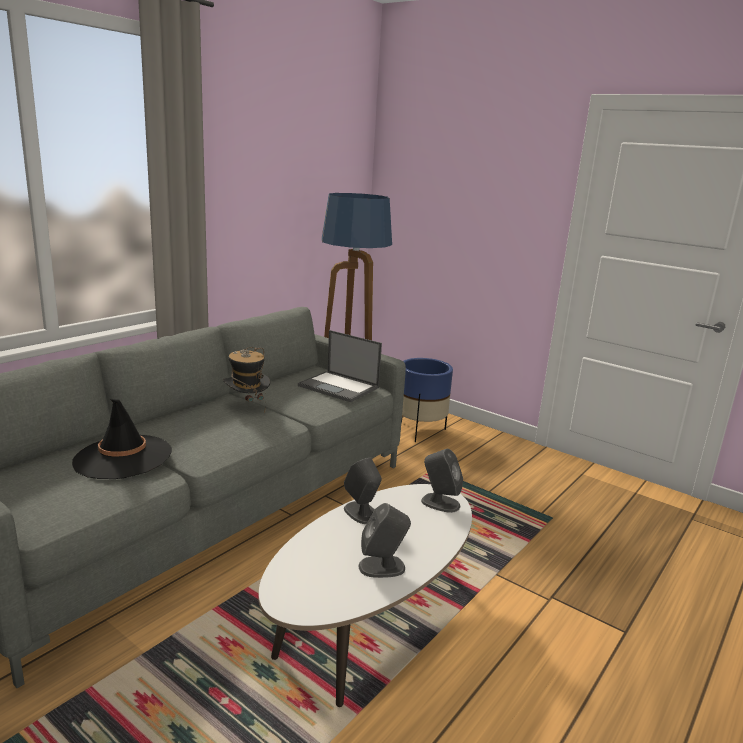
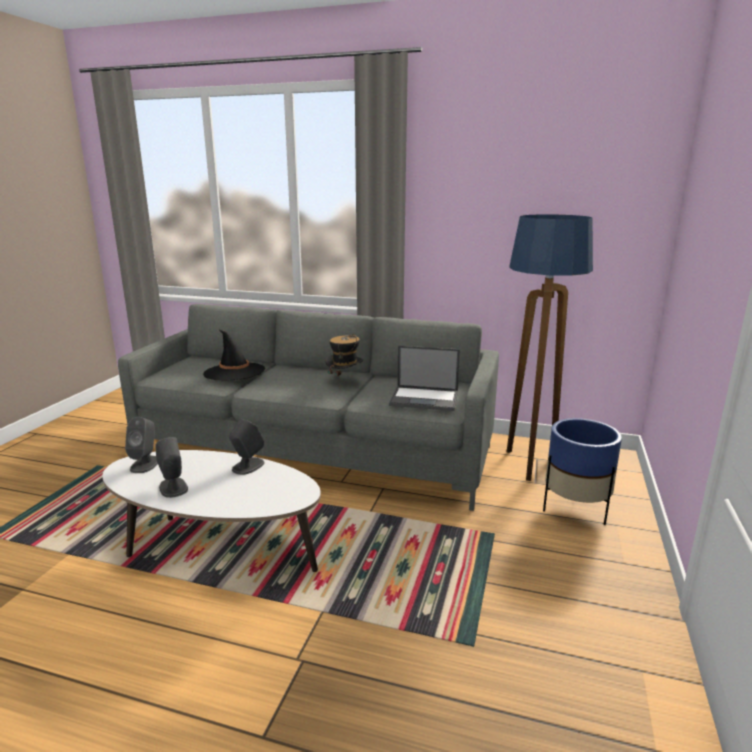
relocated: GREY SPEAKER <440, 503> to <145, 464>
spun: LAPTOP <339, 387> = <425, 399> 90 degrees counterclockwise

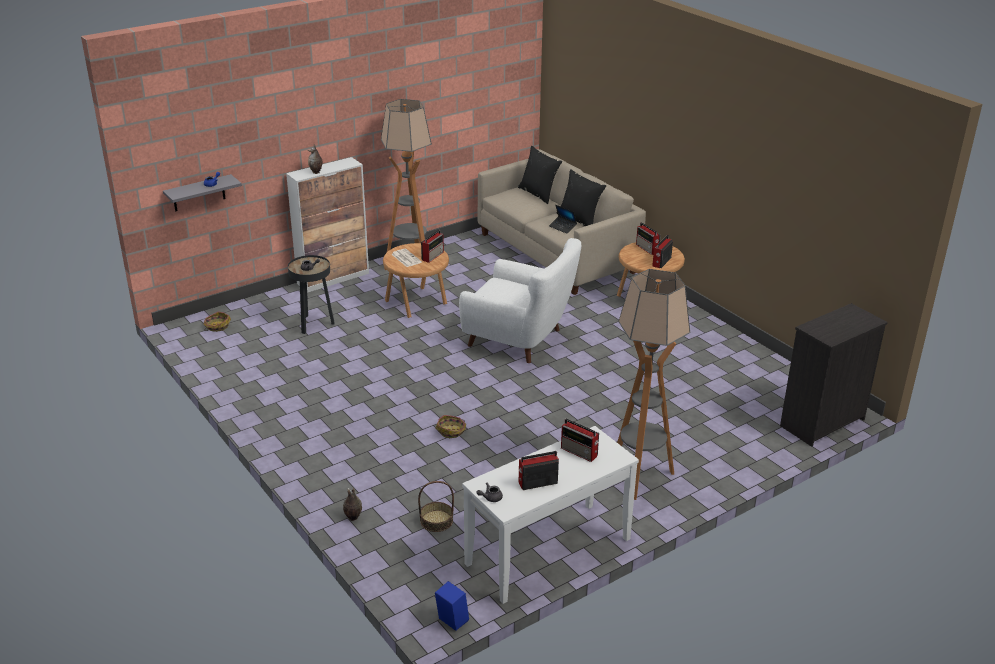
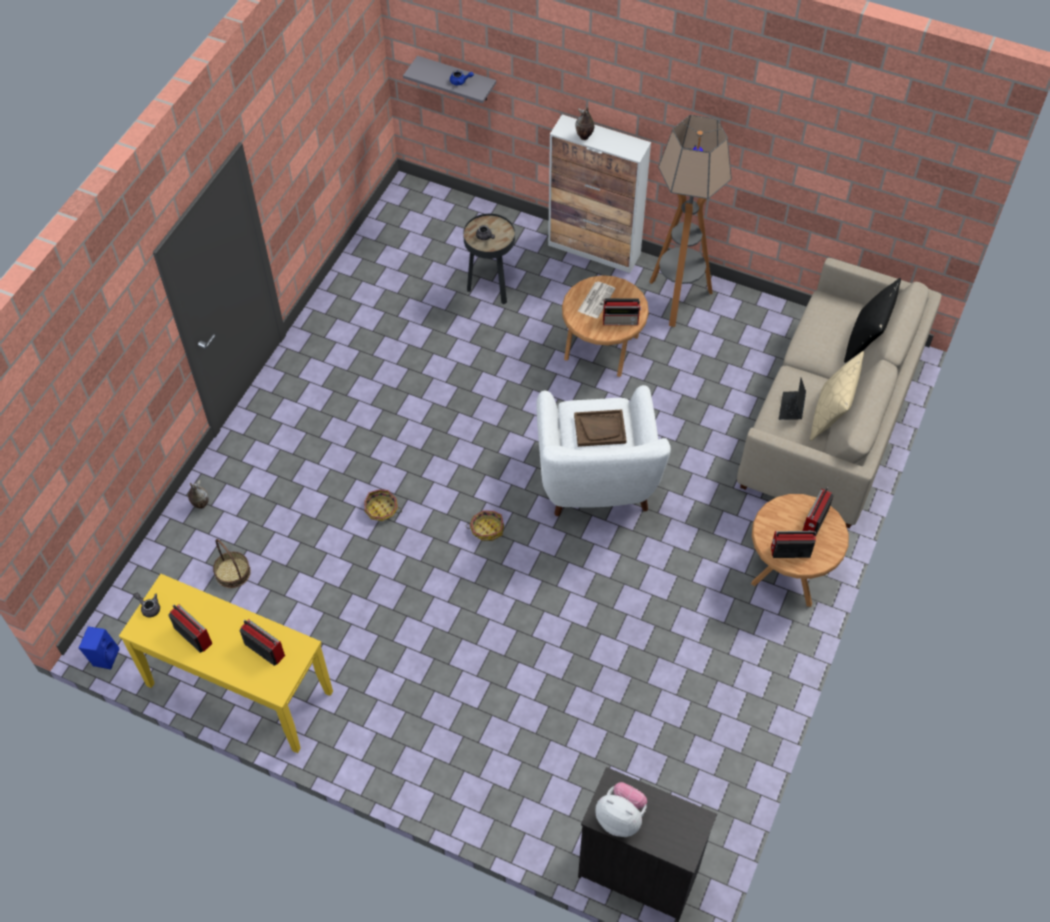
missing: FLOOR LAMP <640, 477>
appeared: BROWN TRAY <600, 429>; PLUSH TOY <620, 817>
relocated: BASKET <217, 326> to <487, 529>
colour: WHITE CONSOLE TABLE <549, 551> to YELLOW CONSOLE TABLE <239, 689>; BLACK PILLOW <579, 219> to BEIGE PILLOW <830, 415>
spun: RADIO <580, 452> = <264, 649> 120 degrees clockwise

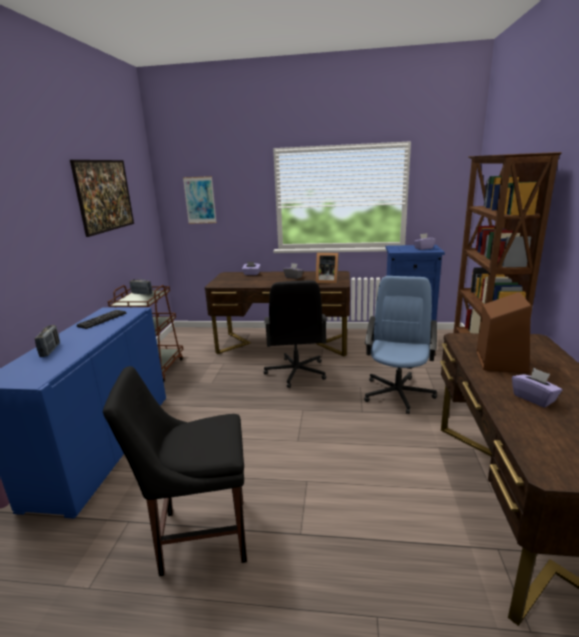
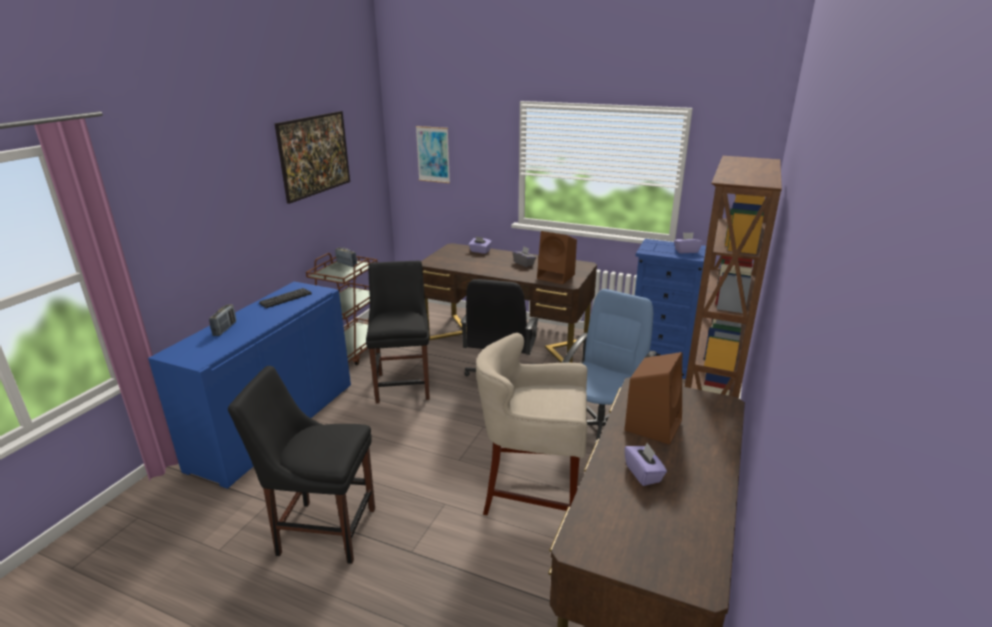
appeared: BLACK CHAIR <403, 384>; BEIGE STOOL <532, 493>
exchanged: PICTURE FRAME <326, 281> to BROWN SPEAKER <557, 276>

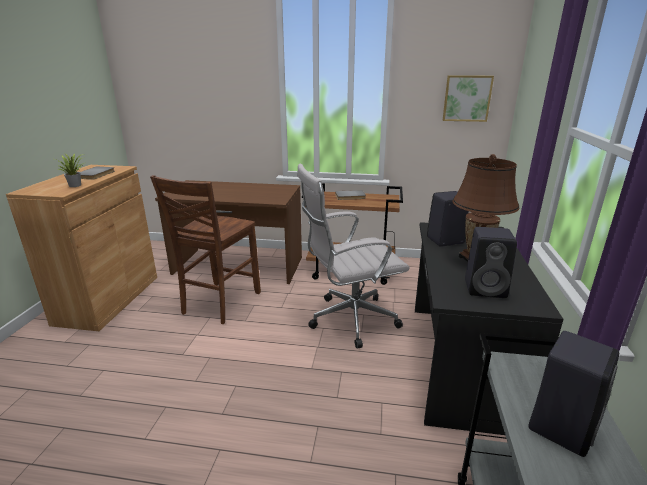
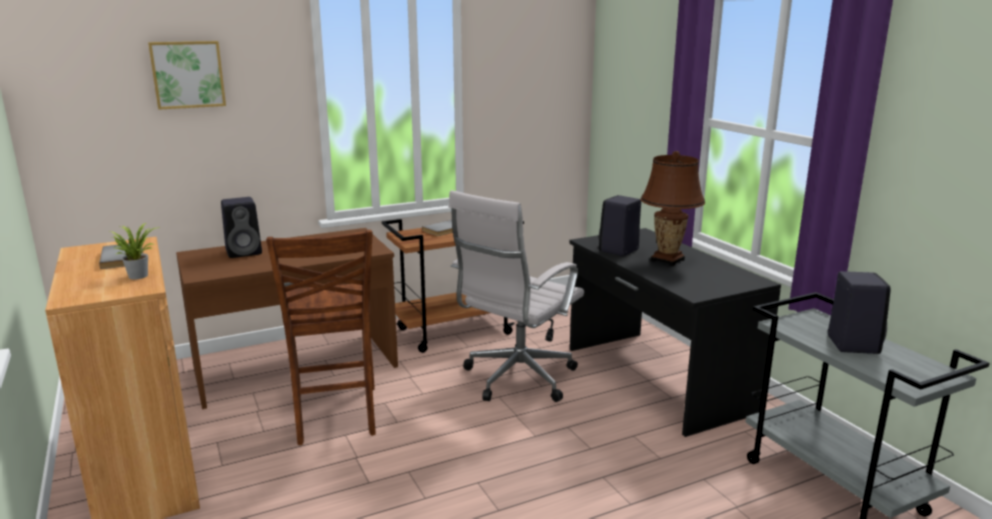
relocated: PICTURE <466, 98> to <187, 74>; BLACK SPEAKER <486, 289> to <245, 252>

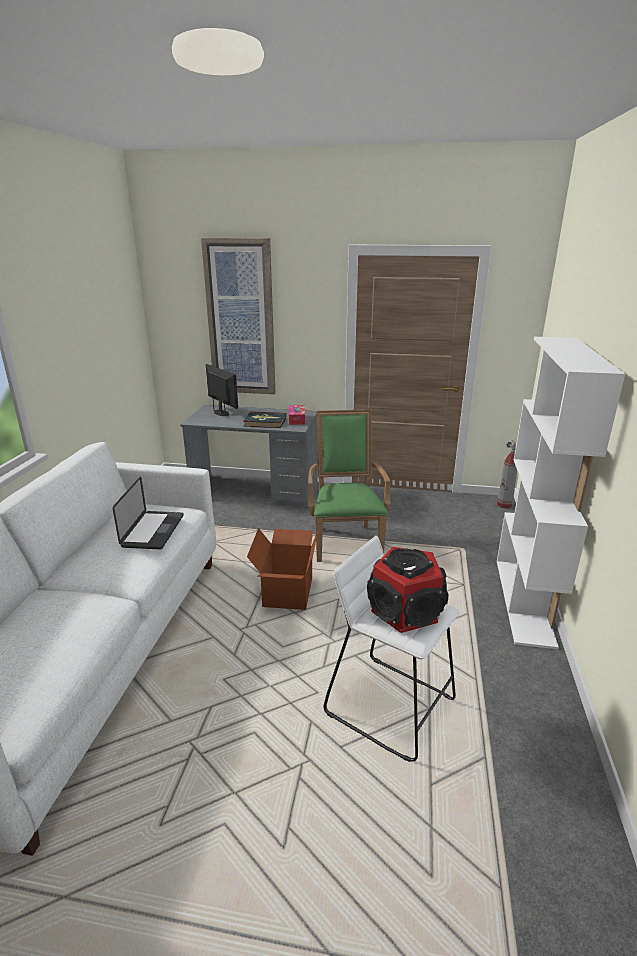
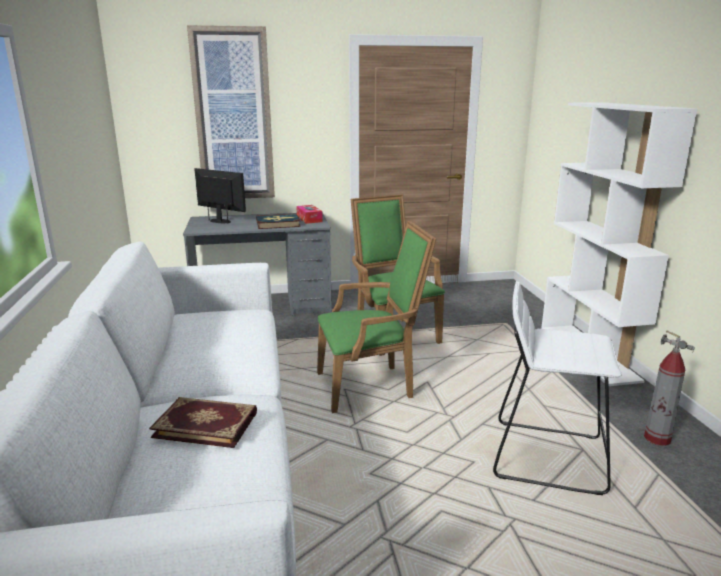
missing: LAPTOP <153, 531>; SPEAKER <406, 611>
appeared: BOOK <206, 424>
relocated: FIRE EXTINGUISHER <504, 505> to <657, 438>
exchanged: CARDBOARD BOX <286, 592> to GREEN ARMCHAIR <370, 386>

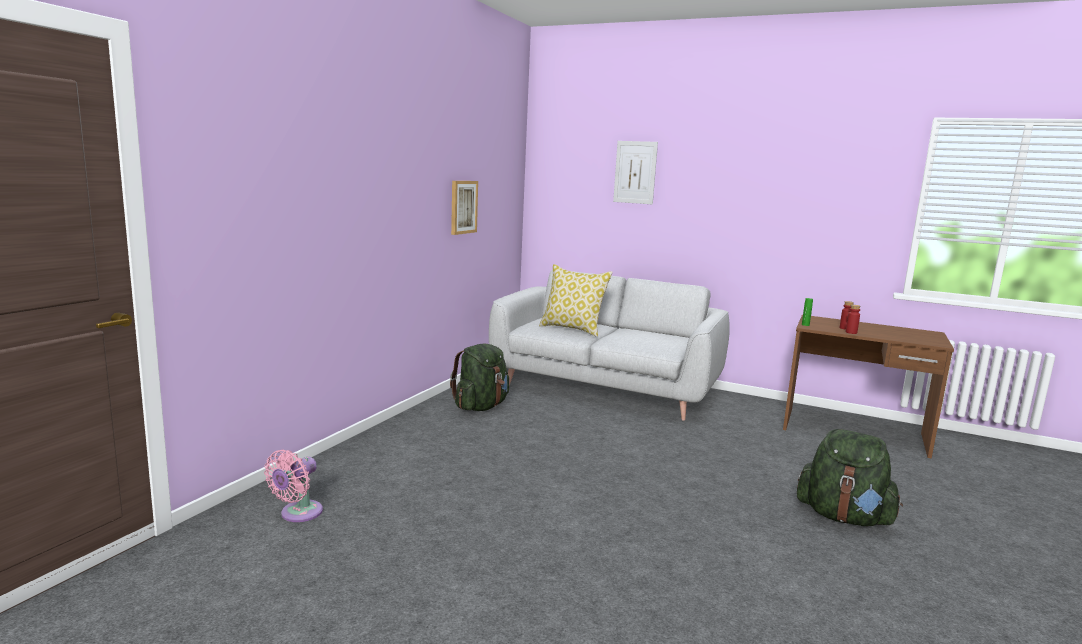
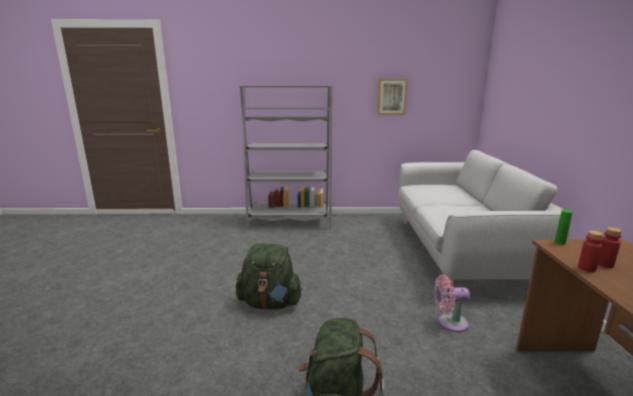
missing: PILLOW <573, 329>; PICTURE <635, 172>
appeared: GREY BOOKCASE <289, 222>
relocated: PINK FAN <298, 514> to <449, 323>; GREEN BACKPACK <481, 407> to <270, 303>

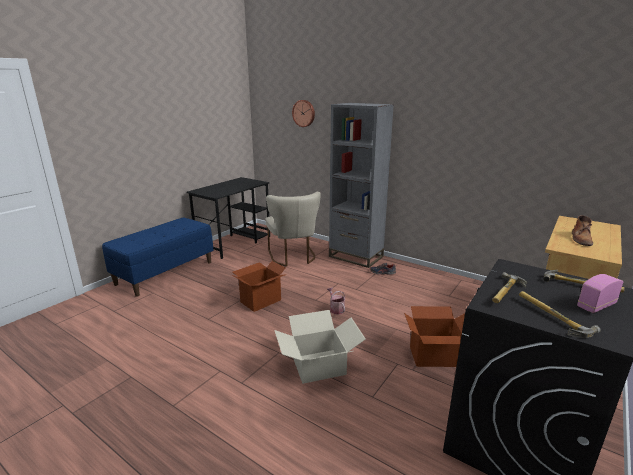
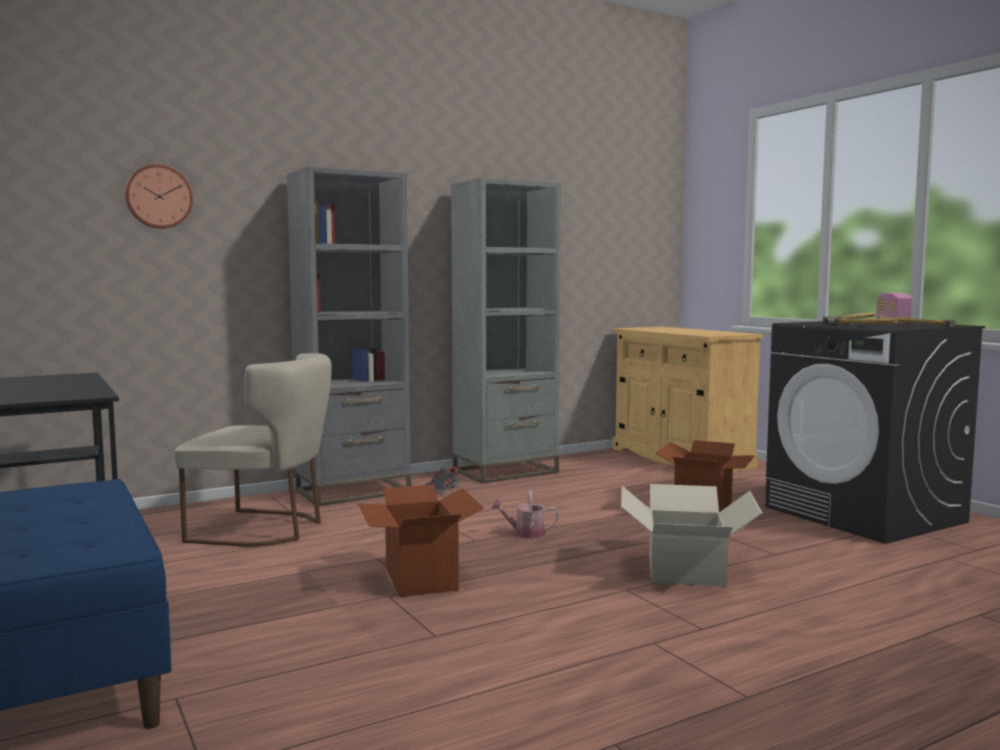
missing: BROWN BOOT <581, 239>
appeared: GREY BOOKCASE <505, 471>

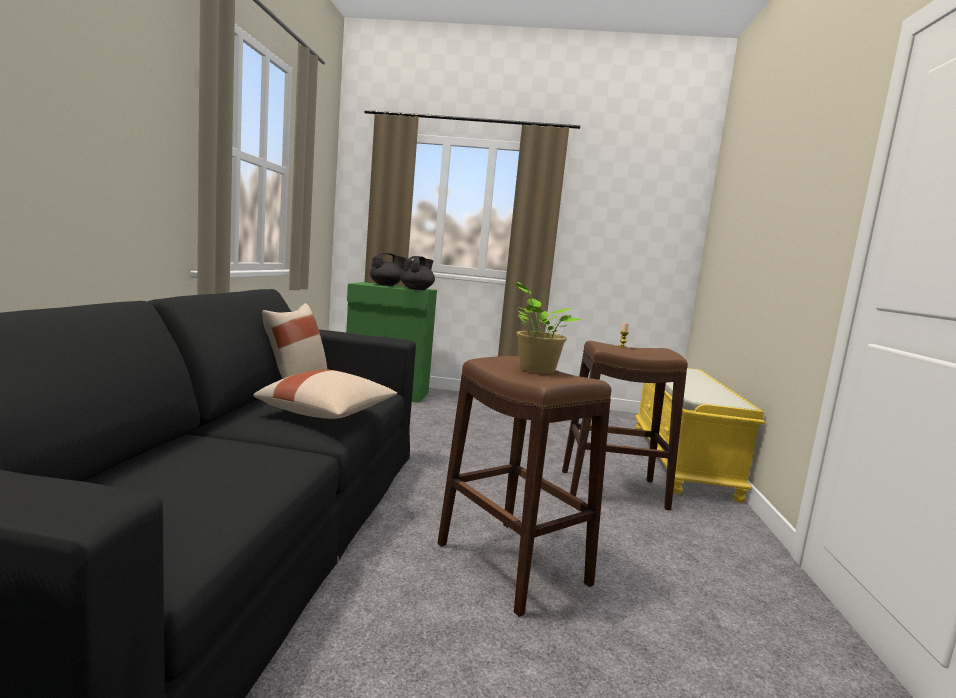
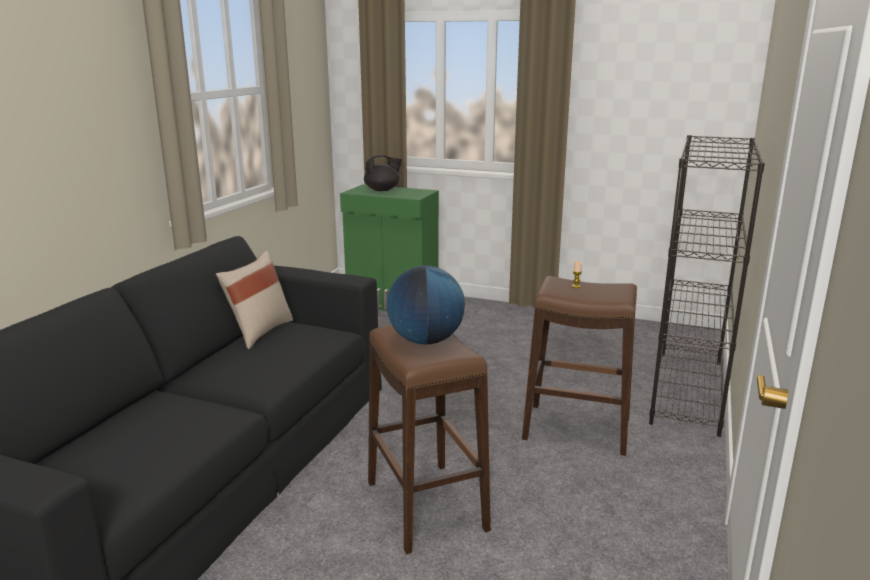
missing: BEIGE PILLOW <328, 414>; BLACK TEAPOT <417, 289>
exchanged: POTTED PLANT <535, 368> to GLOBE <425, 341>; YELLOW BENCH <682, 460> to BLACK BOOKCASE <688, 391>

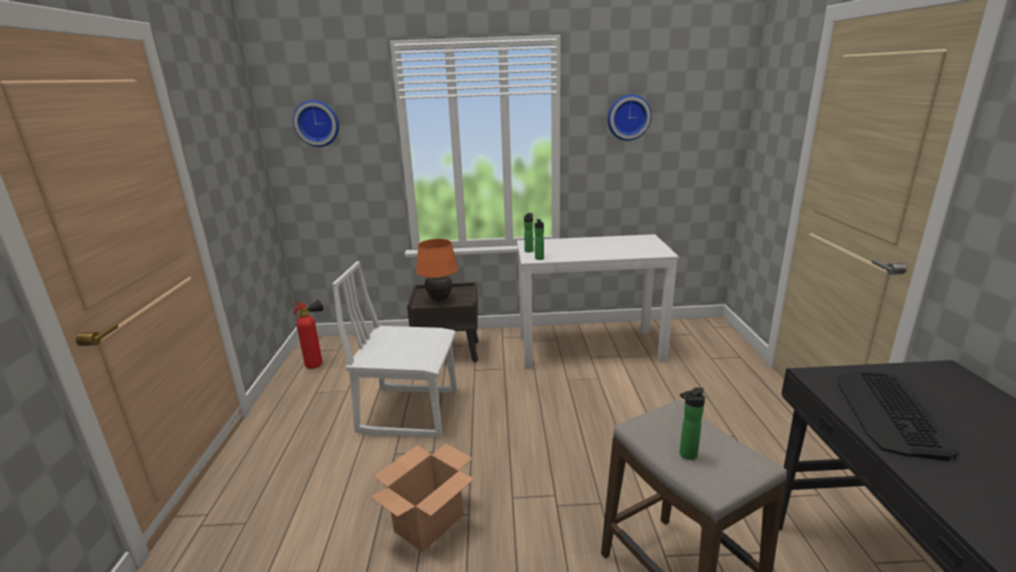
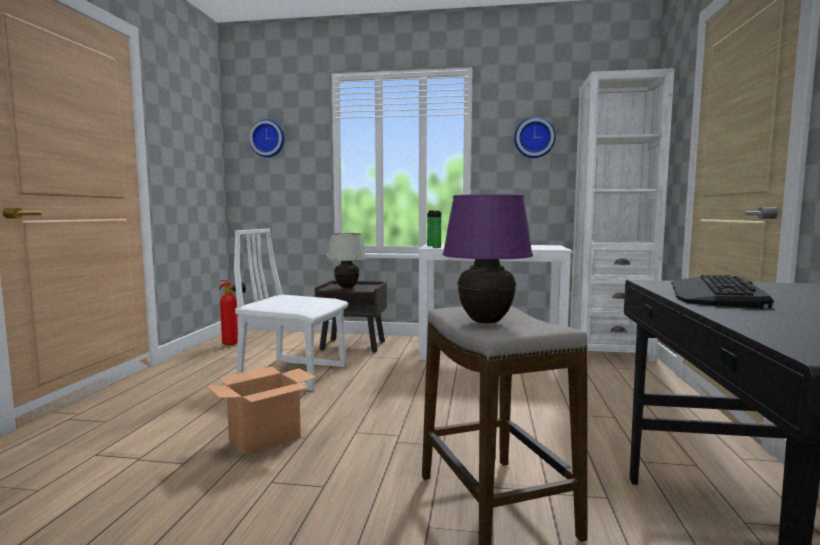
appeared: WHITE BOOKCASE <609, 351>
exchanged: BOTTLE <686, 455> to PURPLE TABLE LAMP <485, 322>
colour: ORANGE TABLE LAMP <439, 299> to WHITE TABLE LAMP <346, 288>

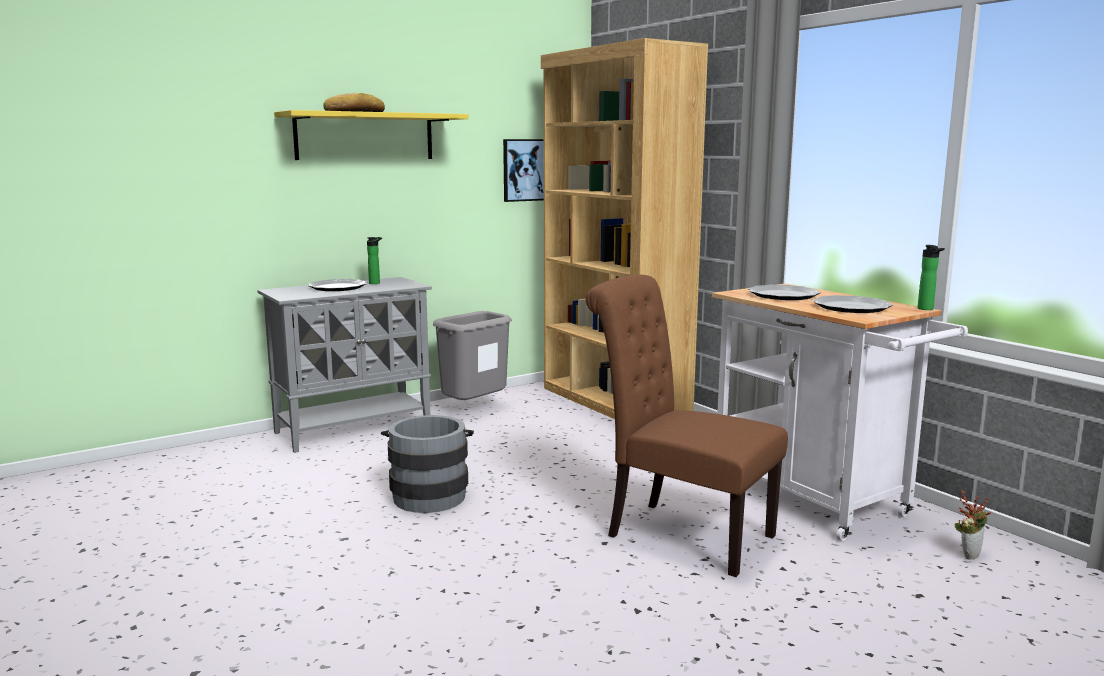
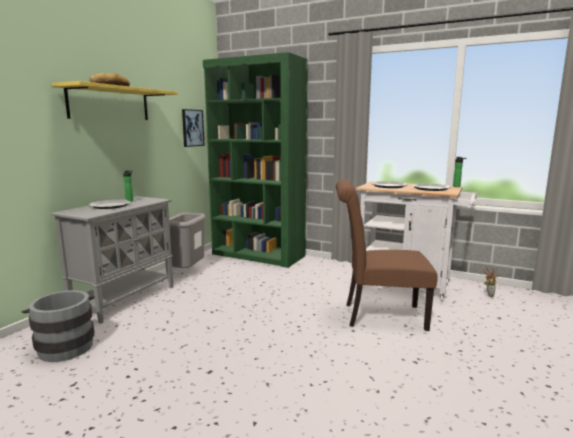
relocated: GREY BUCKET <429, 494> to <65, 346>
colour: BROWN BOOKCASE <613, 402> to GREEN BOOKCASE <258, 255>

